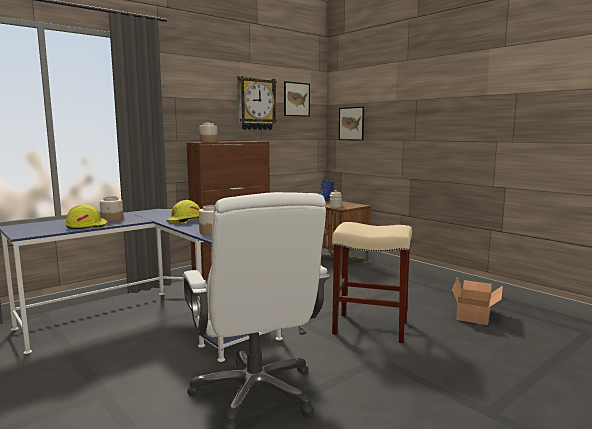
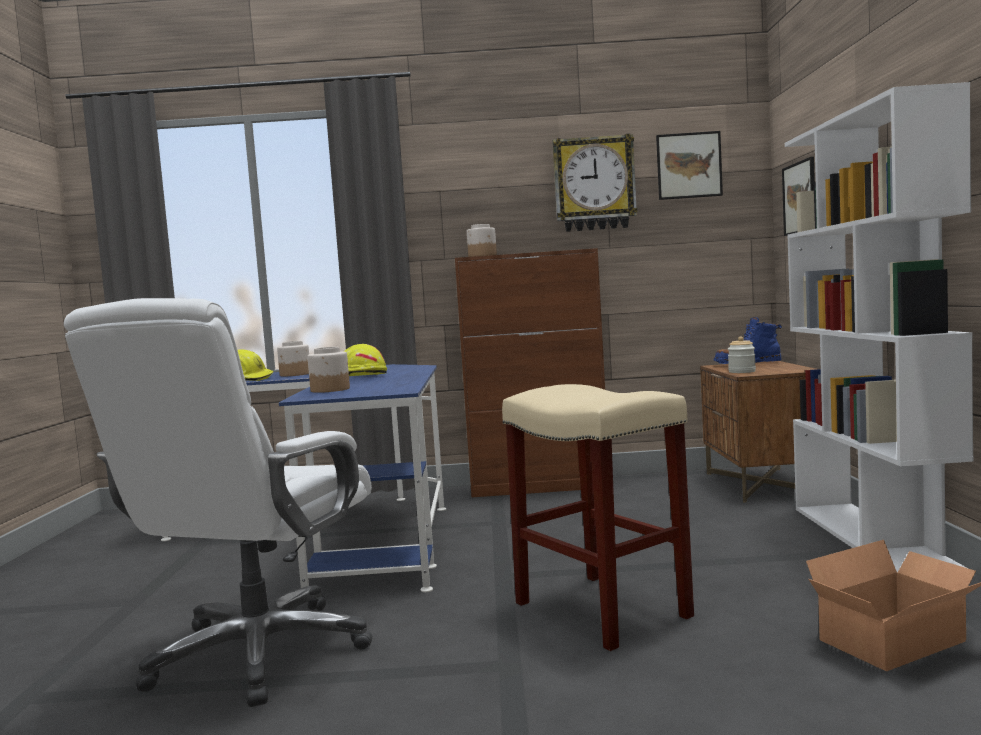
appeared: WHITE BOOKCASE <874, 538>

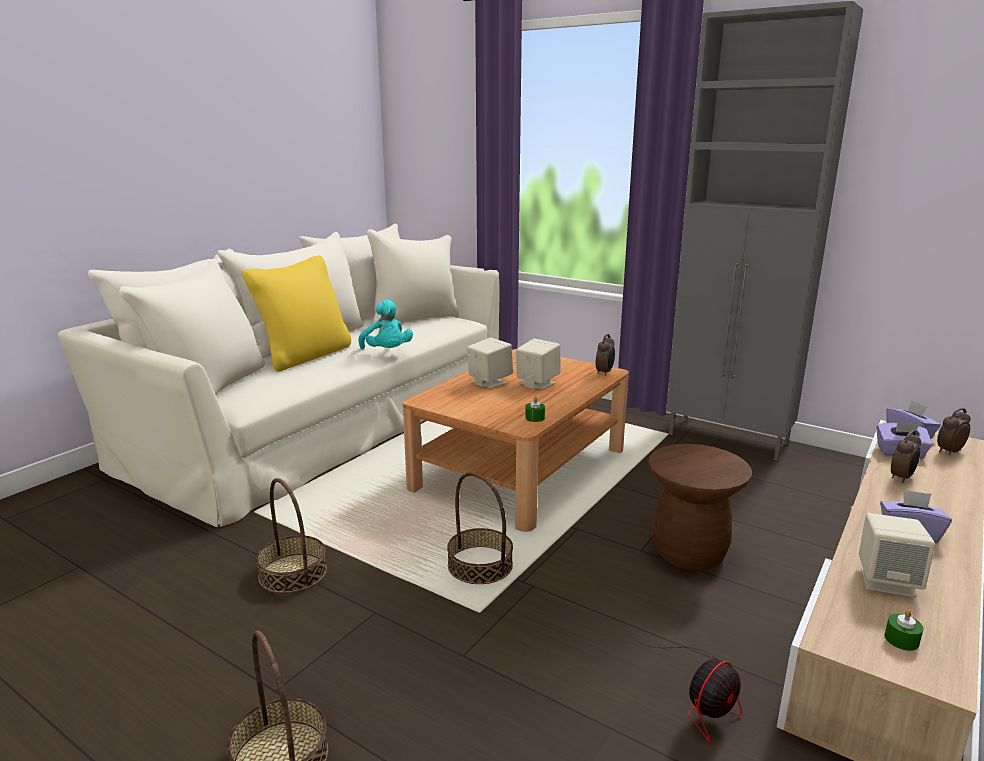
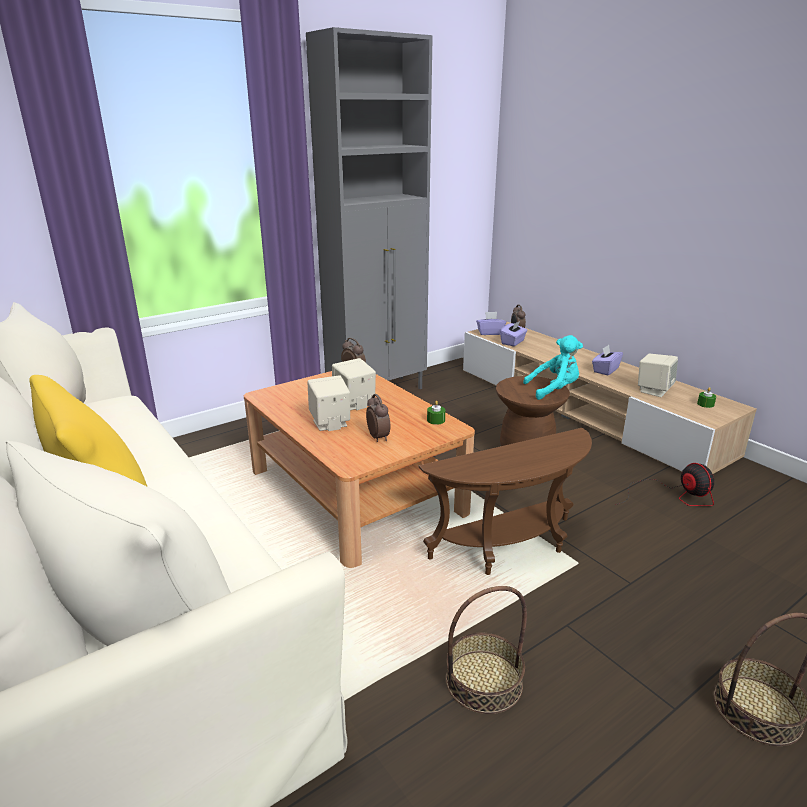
relocated: TURQUOISE PLUSH TOY <387, 352> to <554, 390>; ALARM CLOCK <902, 478> to <379, 437>
exchanged: BASKET <480, 565> to BROWN SIDE TABLE <511, 549>

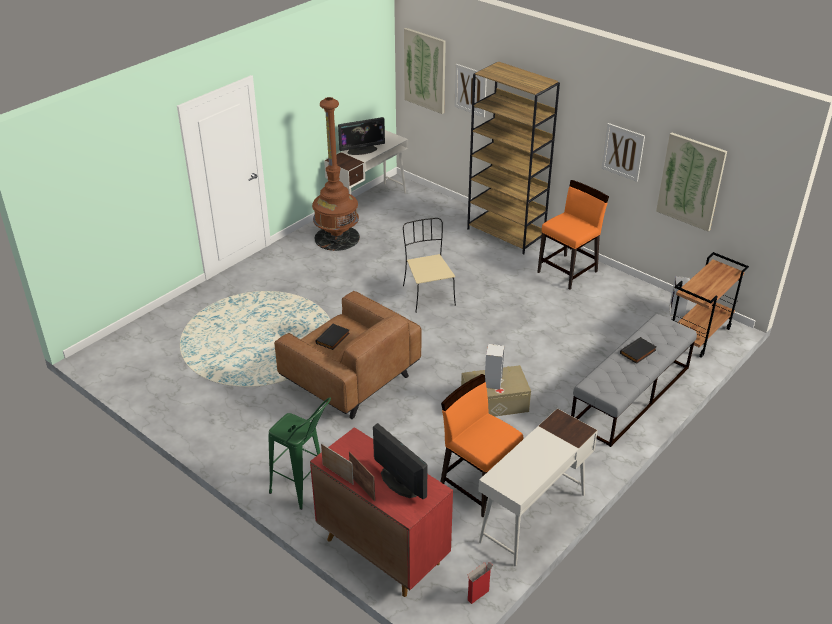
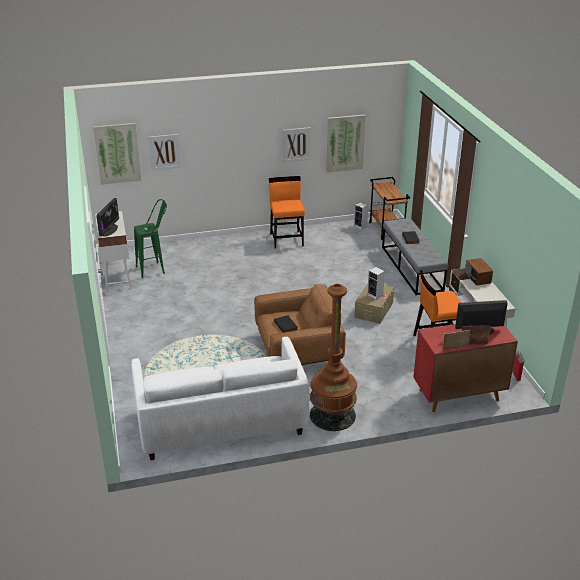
missing: BEIGE CHAIR <428, 295>; BROWN BOOKCASE <506, 234>
appeared: WHITE SOFA <221, 422>; RADIO <477, 278>
relocated: GREEN STOOL <305, 491> to <155, 269>; BROWN FLOOR LAMP <337, 238> to <332, 415>

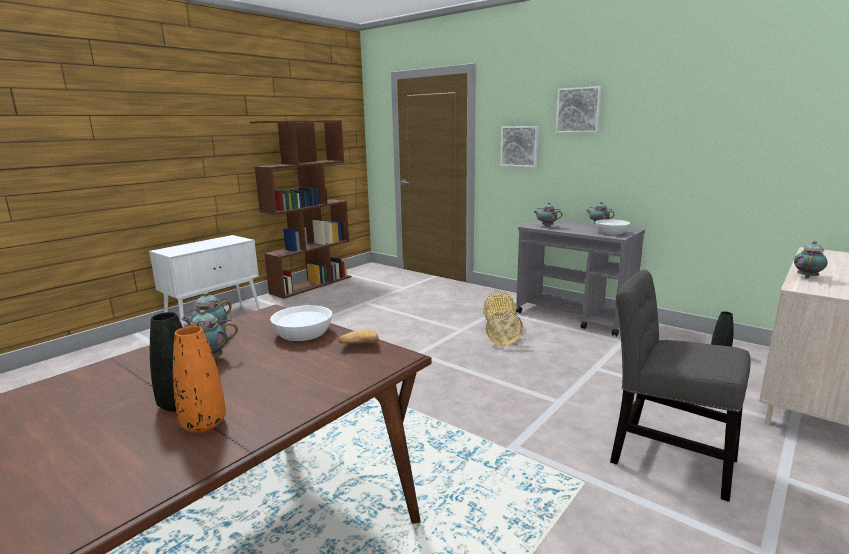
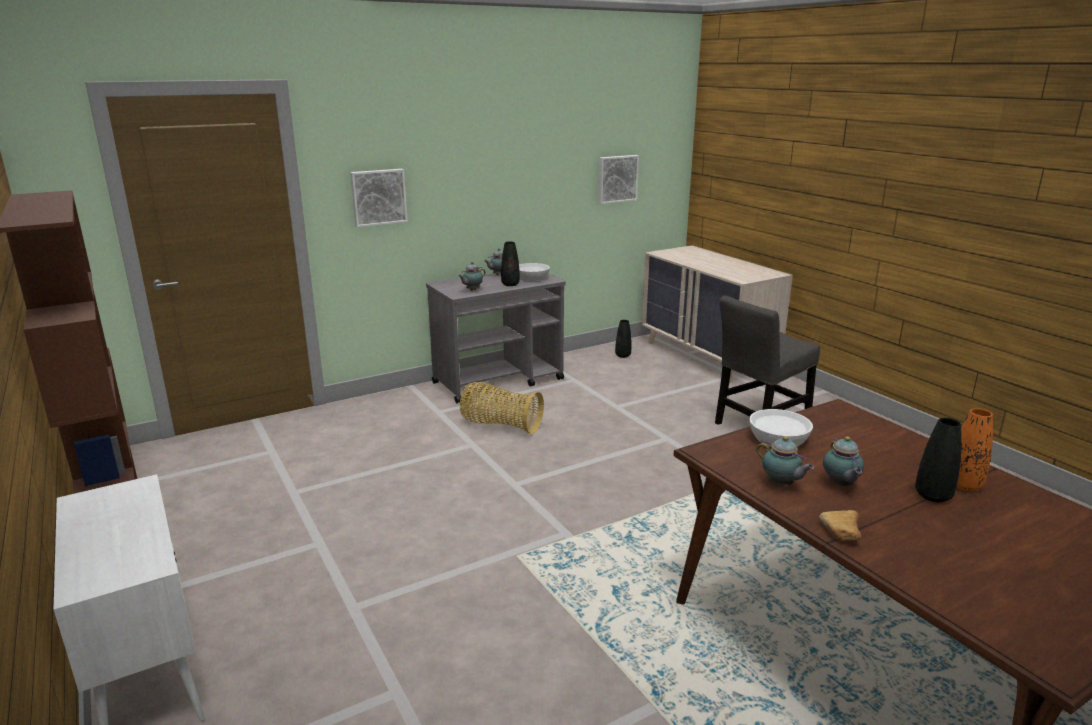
missing: TEAPOT <807, 277>
appeared: BLACK VASE <510, 284>
relocated: BREAD <358, 345> to <842, 534>; PICTURE <579, 110> to <616, 178>

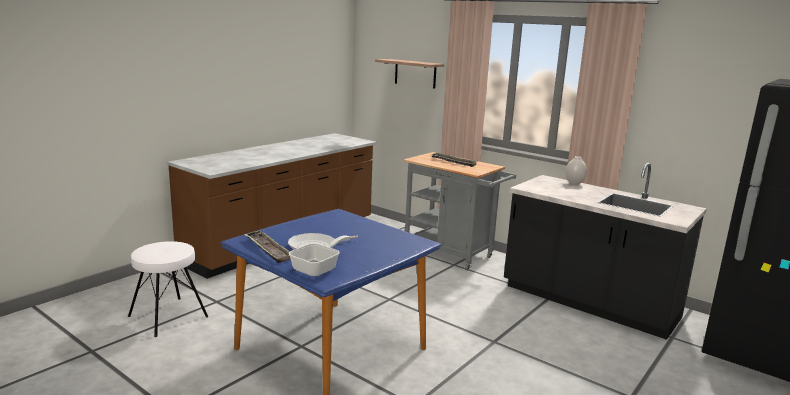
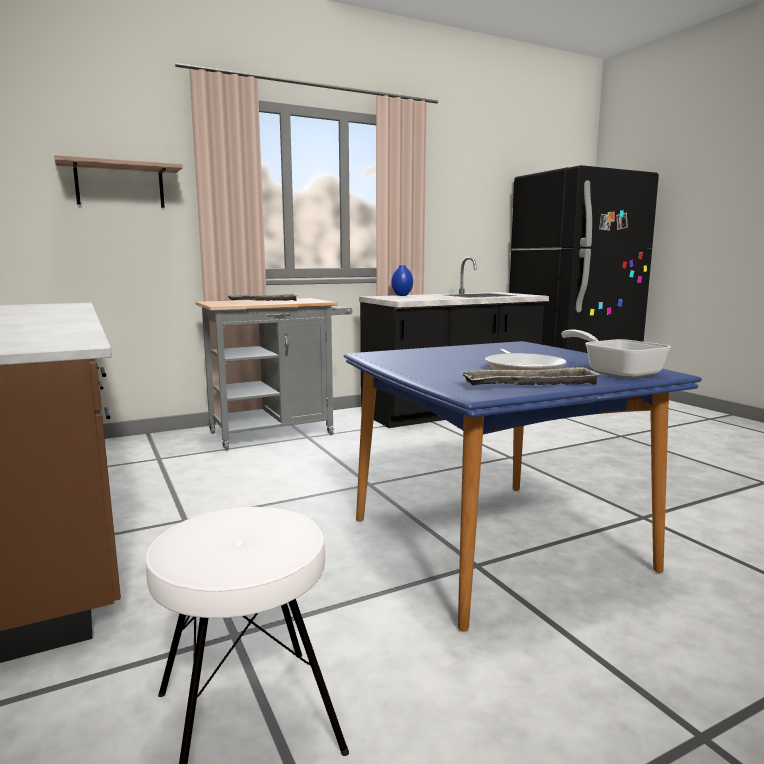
colour: WHITE VASE <574, 183> to BLUE VASE <402, 295>

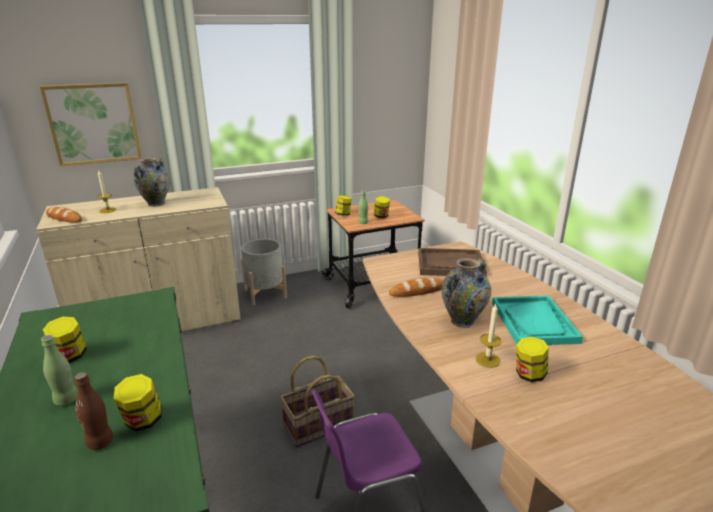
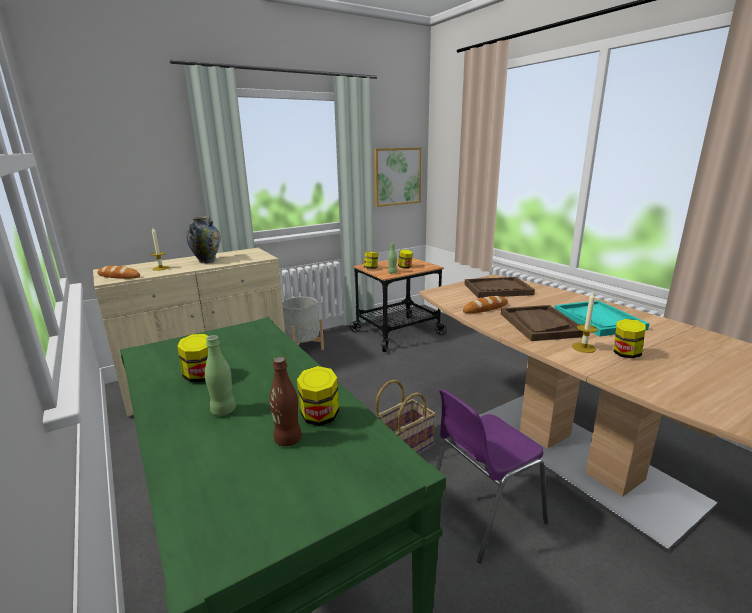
relocated: PICTURE <93, 123> to <397, 176>
exchanged: VASE <462, 321> to BROWN TRAY <540, 324>

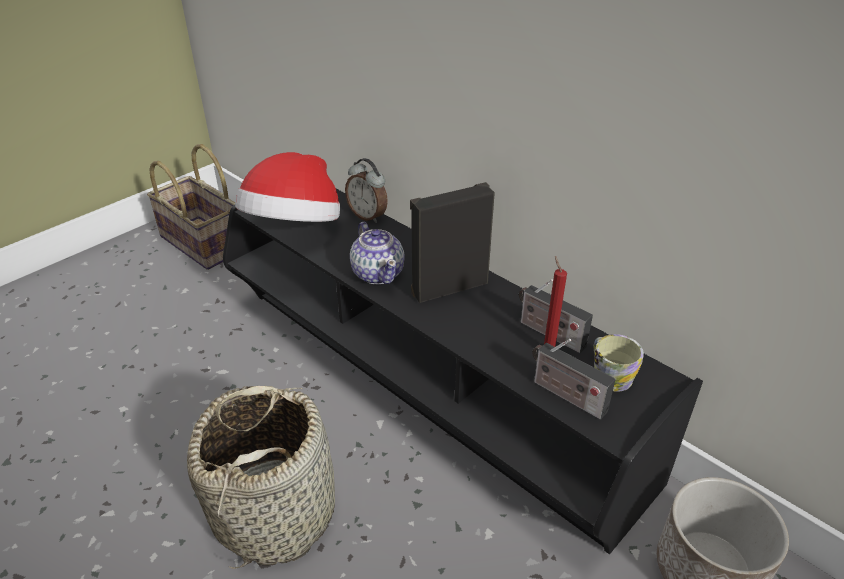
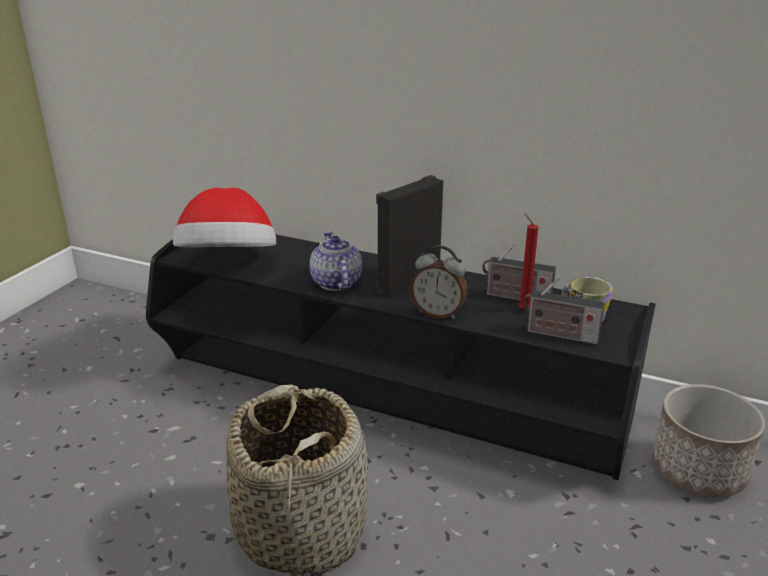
missing: BASKET <204, 243>
relocated: ALARM CLOCK <368, 216> to <438, 313>
spun: TEAPOT <378, 273> = <335, 283> 150 degrees counterclockwise

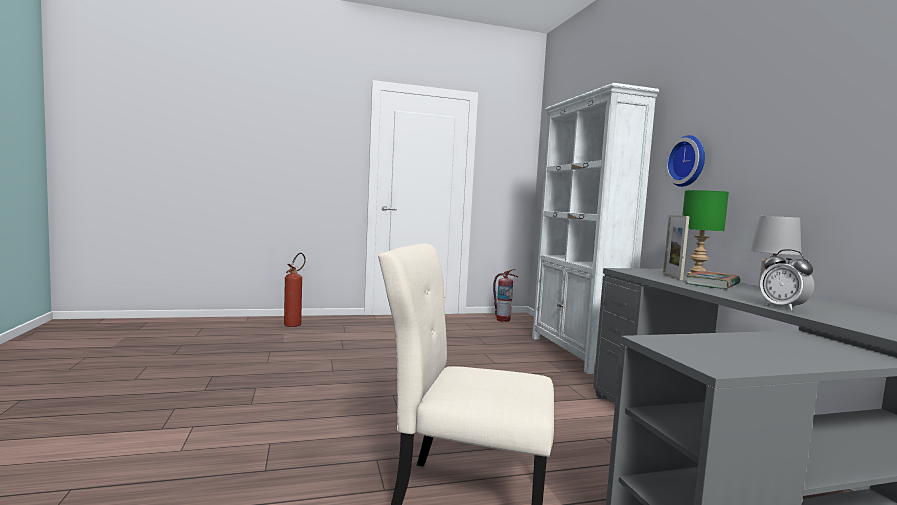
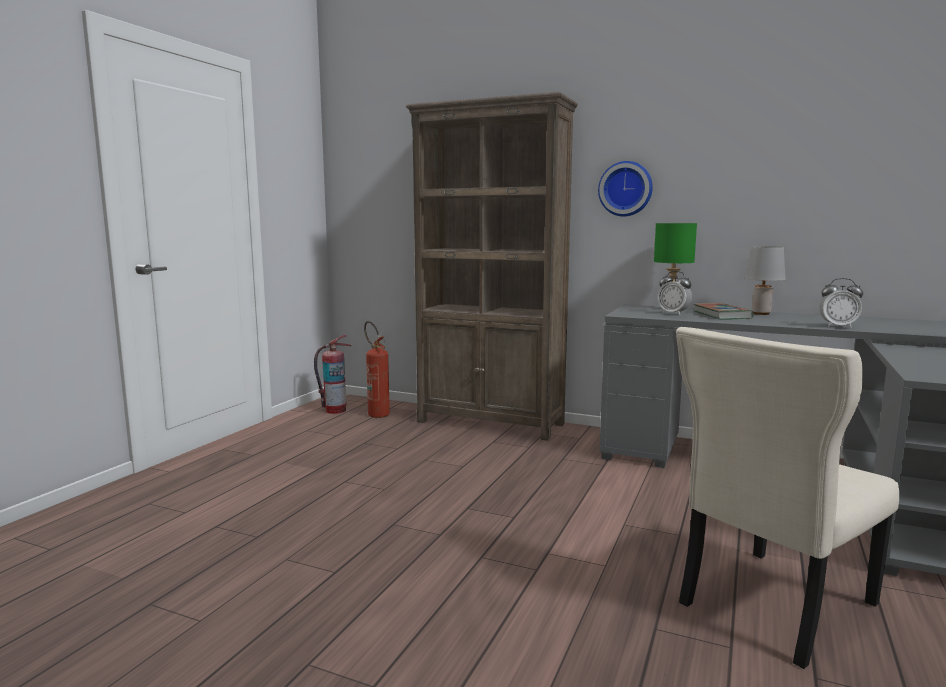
relocated: FIRE EXTINGUISHER <295, 324> to <376, 413>
exchanged: PICTURE FRAME <672, 276> to ALARM CLOCK <673, 313>
colour: WHITE BOOKCASE <576, 353> to BROWN BOOKCASE <491, 423>

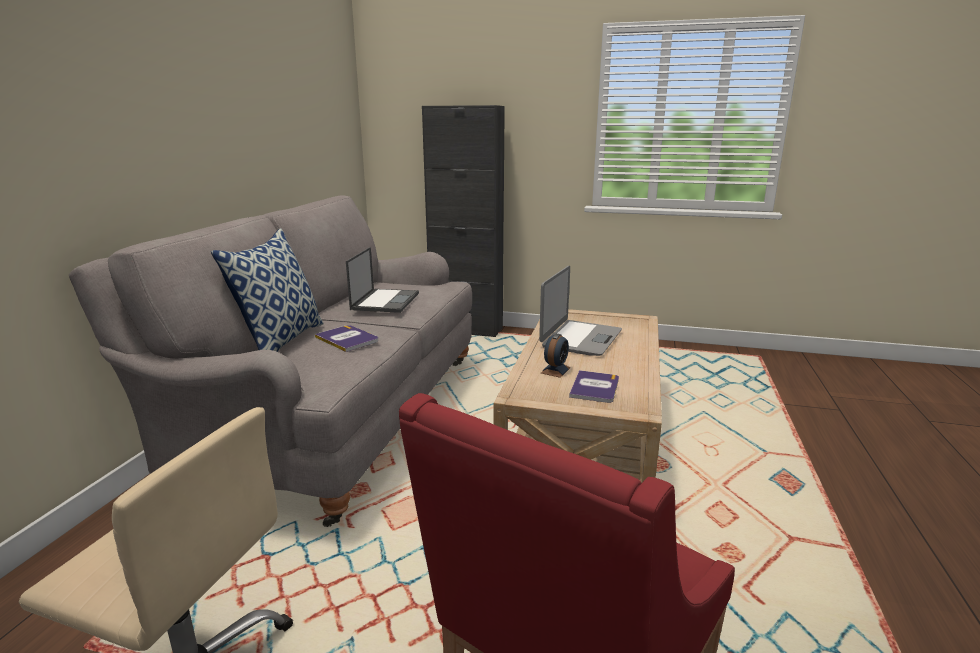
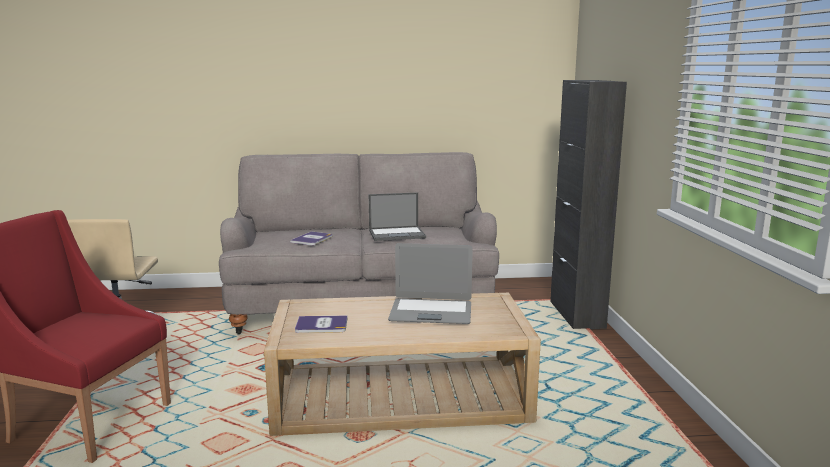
missing: PILLOW <281, 341>; ALARM CLOCK <555, 370>

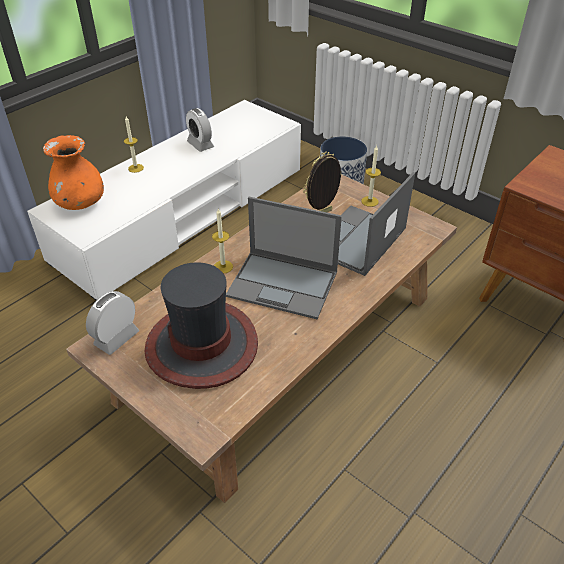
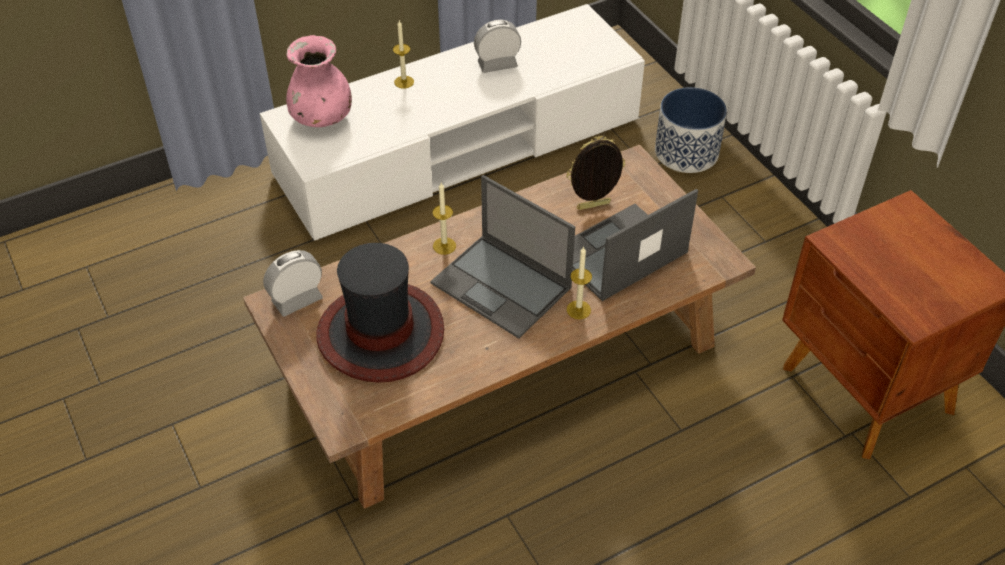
relocated: CANDLE <369, 201> to <578, 310>
colour: ORANGE VASE <80, 203> to PINK VASE <321, 118>
spun: ALARM CLOCK <200, 144> = <497, 64> 90 degrees clockwise

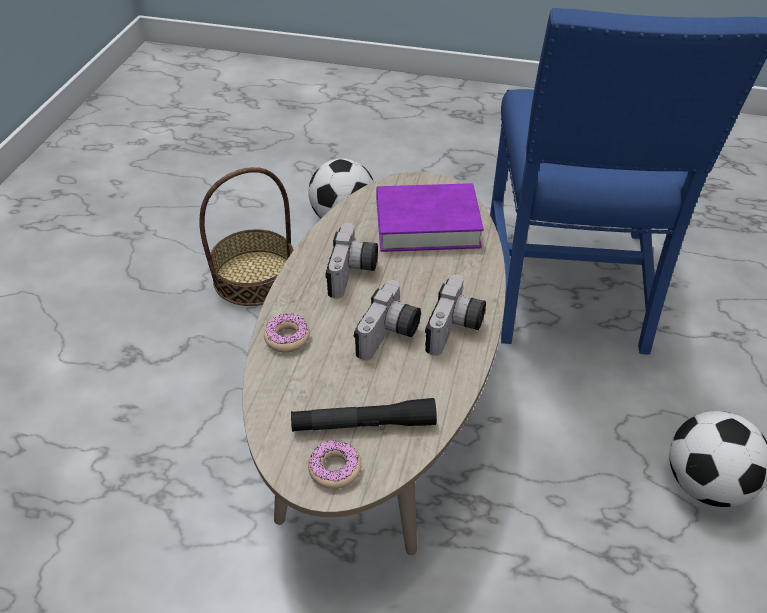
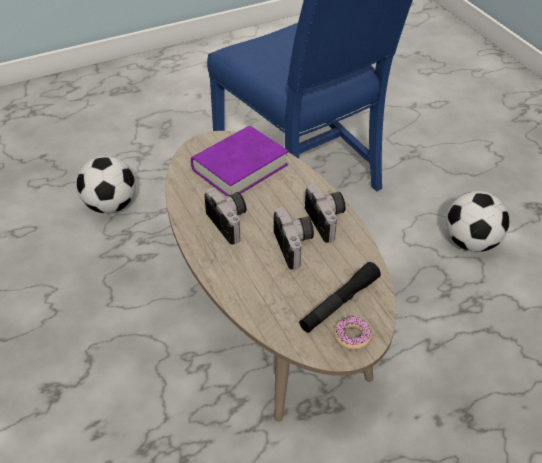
missing: BASKET <254, 277>; DONUT <287, 338>

